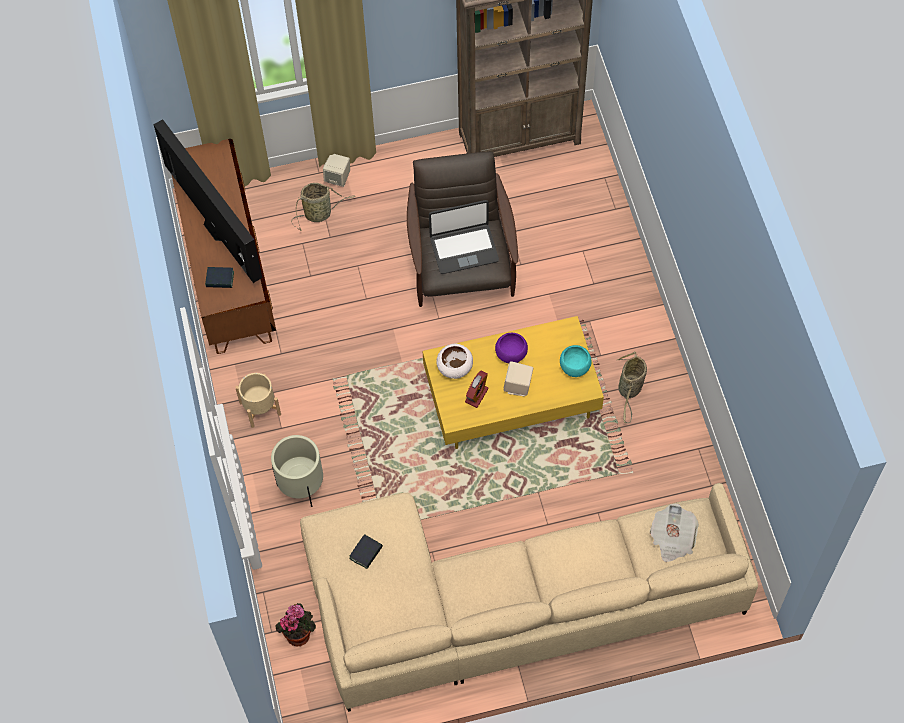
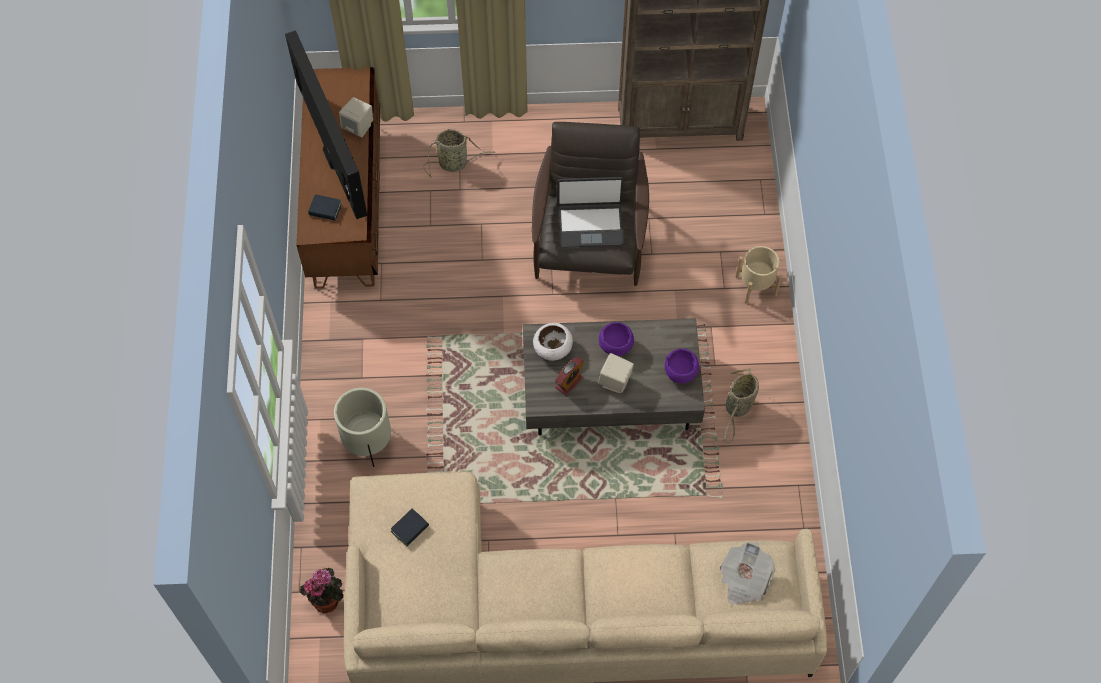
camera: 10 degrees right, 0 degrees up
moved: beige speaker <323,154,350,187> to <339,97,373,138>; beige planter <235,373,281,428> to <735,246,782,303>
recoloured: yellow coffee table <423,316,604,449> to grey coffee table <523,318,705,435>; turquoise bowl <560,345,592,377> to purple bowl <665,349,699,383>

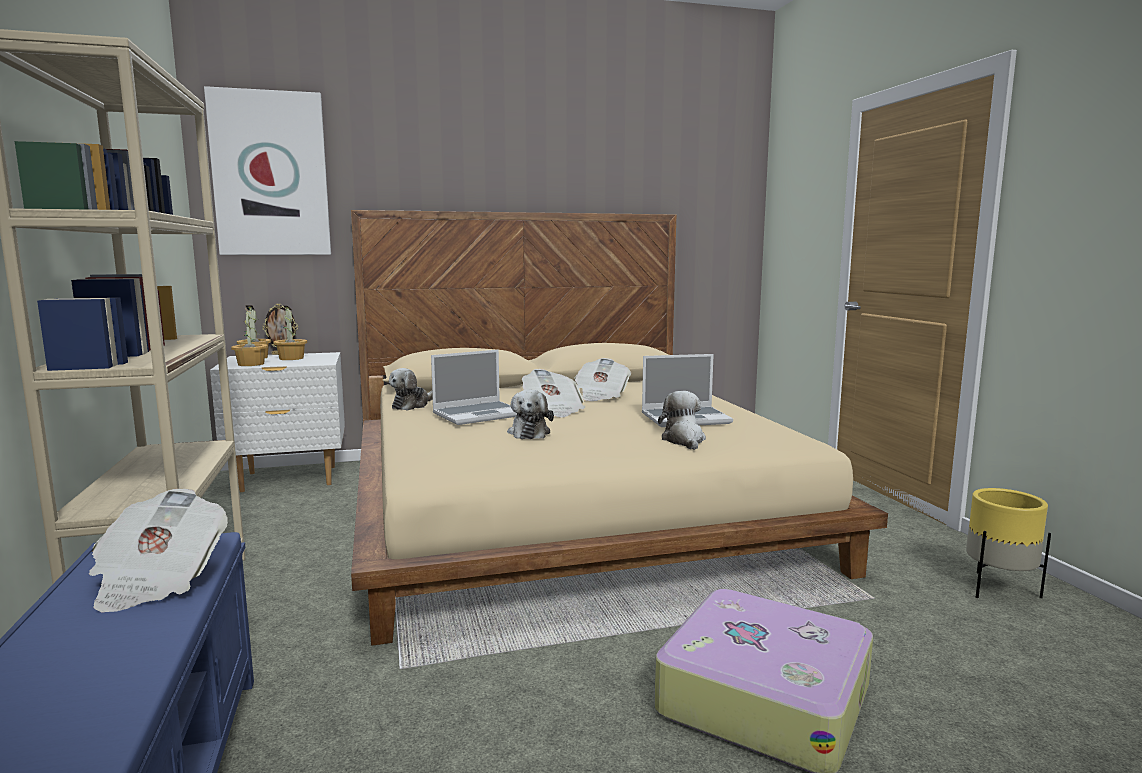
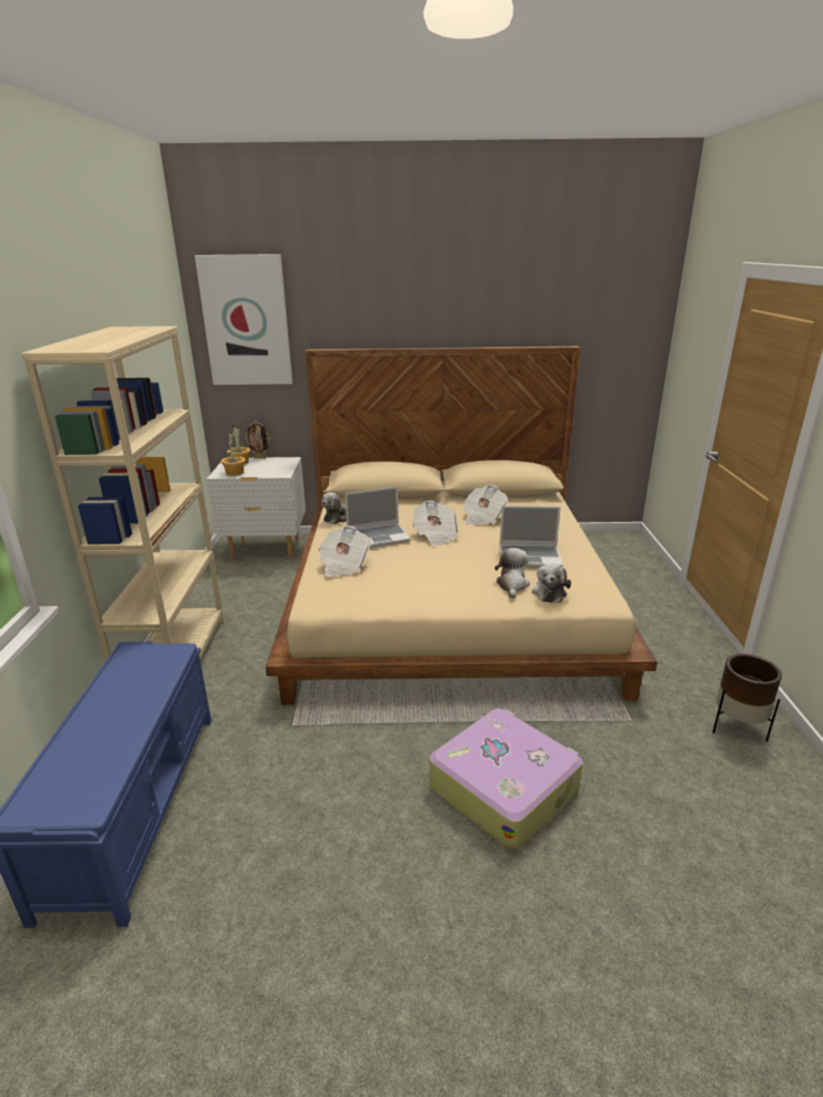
camera: 15 degrees right, 15 degrees up
removed: potted plant <273,306,307,360>
moved: newspaper <89,489,228,613> to <319,526,371,577>; plush toy <507,389,554,439> to <532,563,571,603>
recoloured: yellow planter <966,488,1051,598> to brown planter <712,654,782,742>

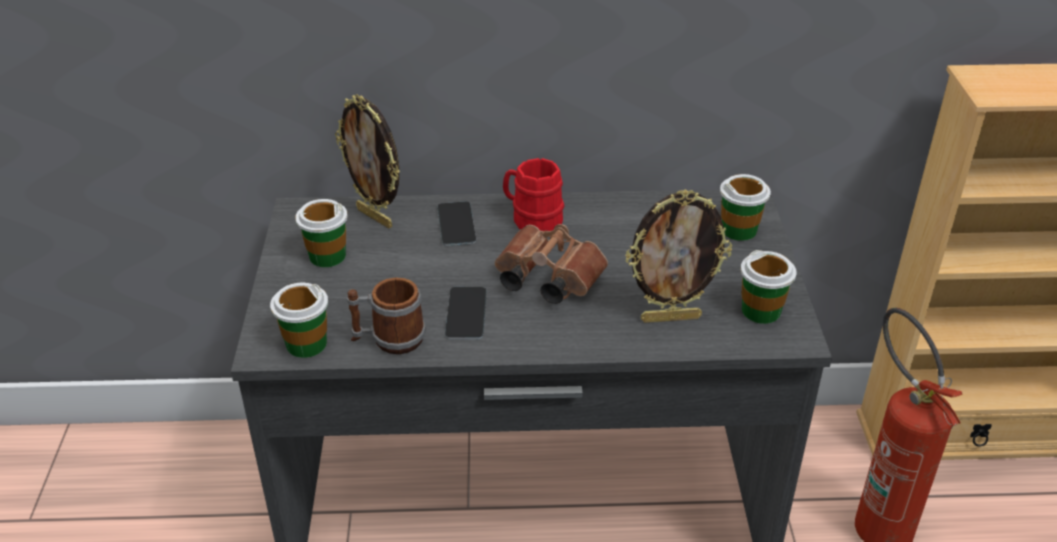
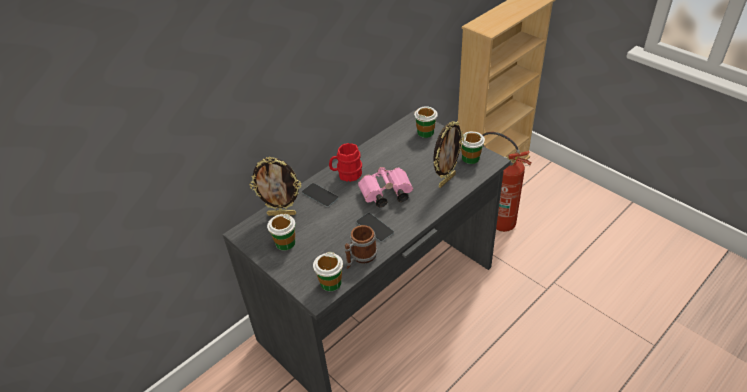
camera: 40 degrees left, 5 degrees up
recoloured: brown binoculars <495,224,608,304> to pink binoculars <358,167,413,207>

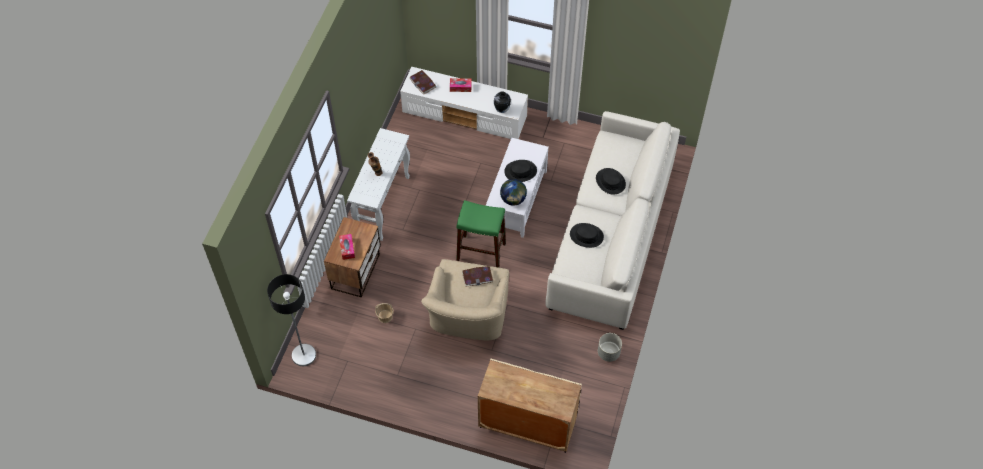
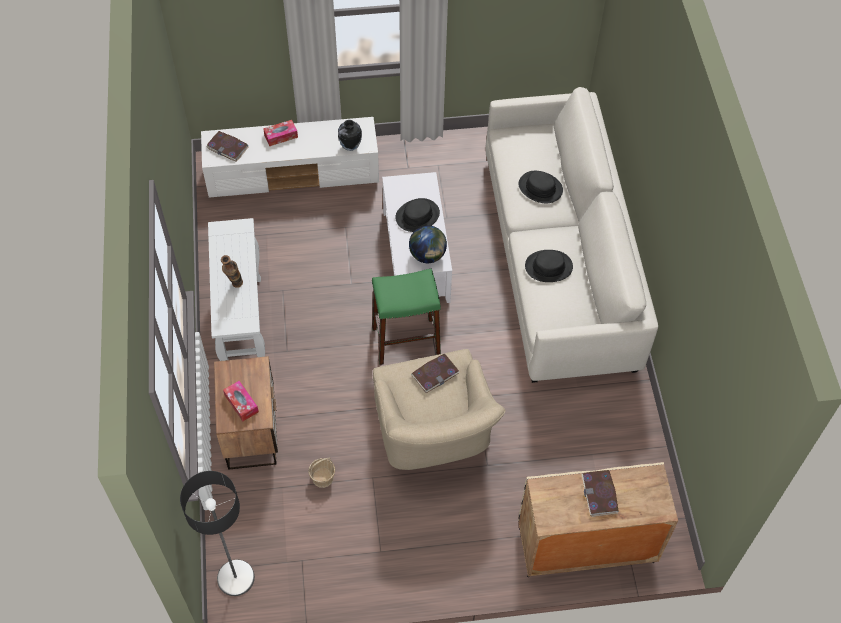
camera: 25 degrees left, 0 degrees up
removed: grey planter <598,333,622,362>
added: book <581,470,619,517>

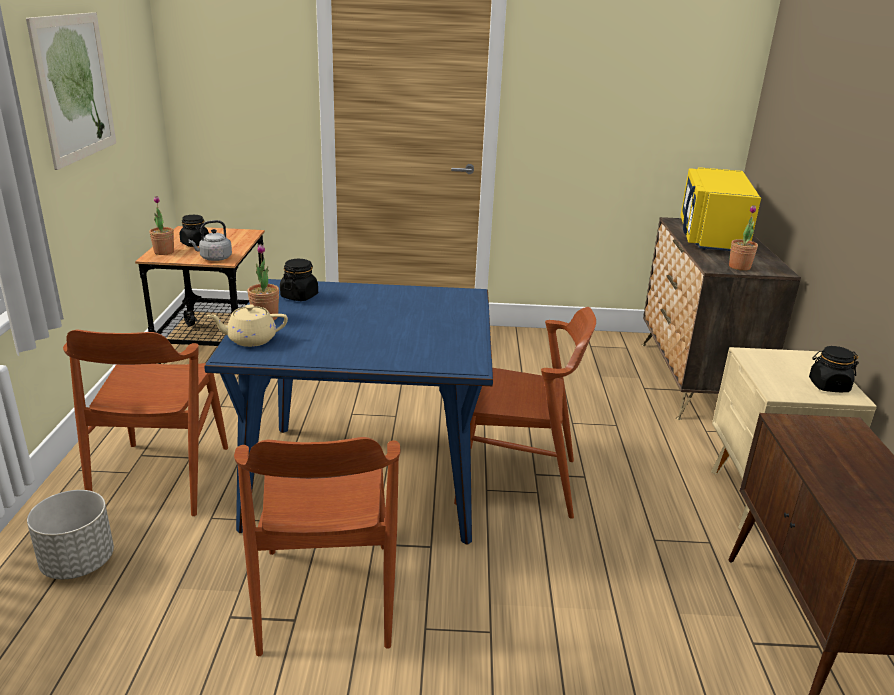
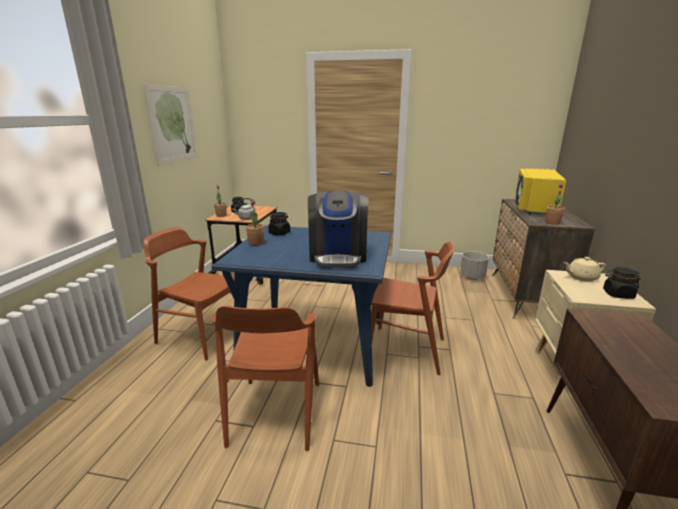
camera: 10 degrees right, 5 degrees down
added: coffee machine <308,191,369,268>
moved: grey planter <27,490,114,579> to <460,252,489,280>; beige teapot <207,304,288,347> to <563,257,606,282>
turned: brown chair <63,330,228,516> = <143,227,234,361> 105 degrees clockwise

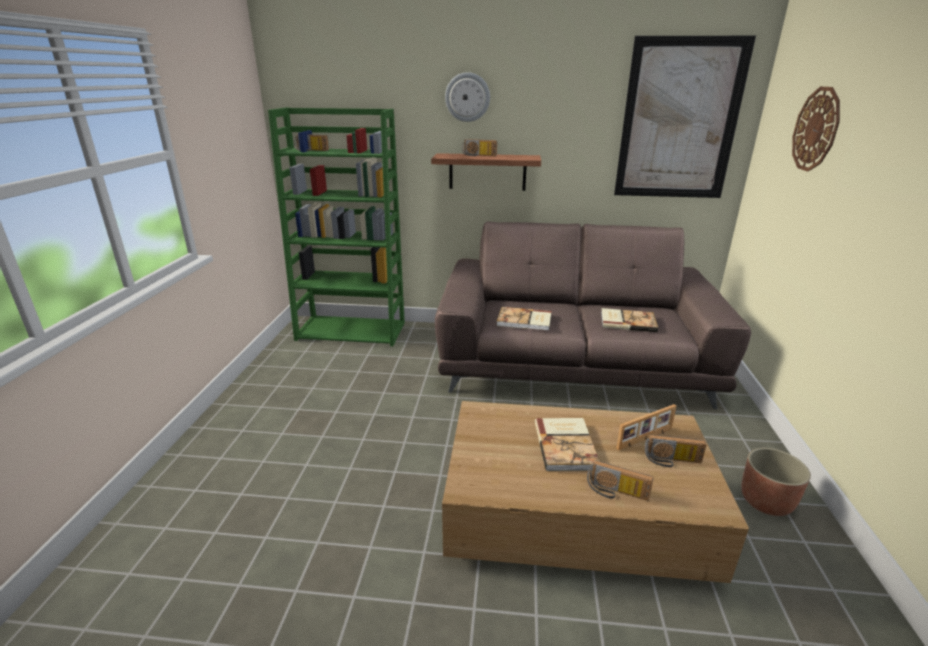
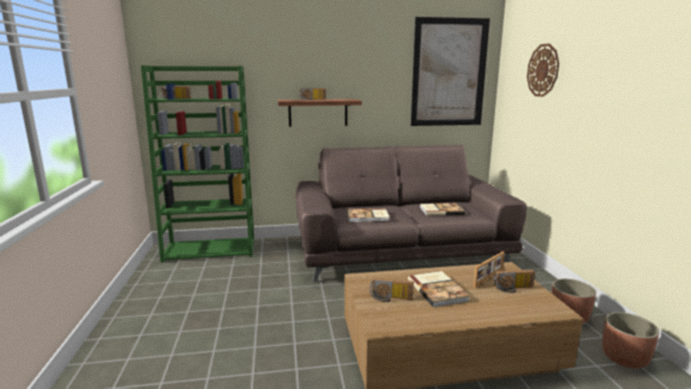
camera: 15 degrees left, 10 degrees down
removed: wall clock <445,72,490,122>
added: planter <602,312,660,369>
moved: radio <587,460,654,501> to <370,278,414,302>

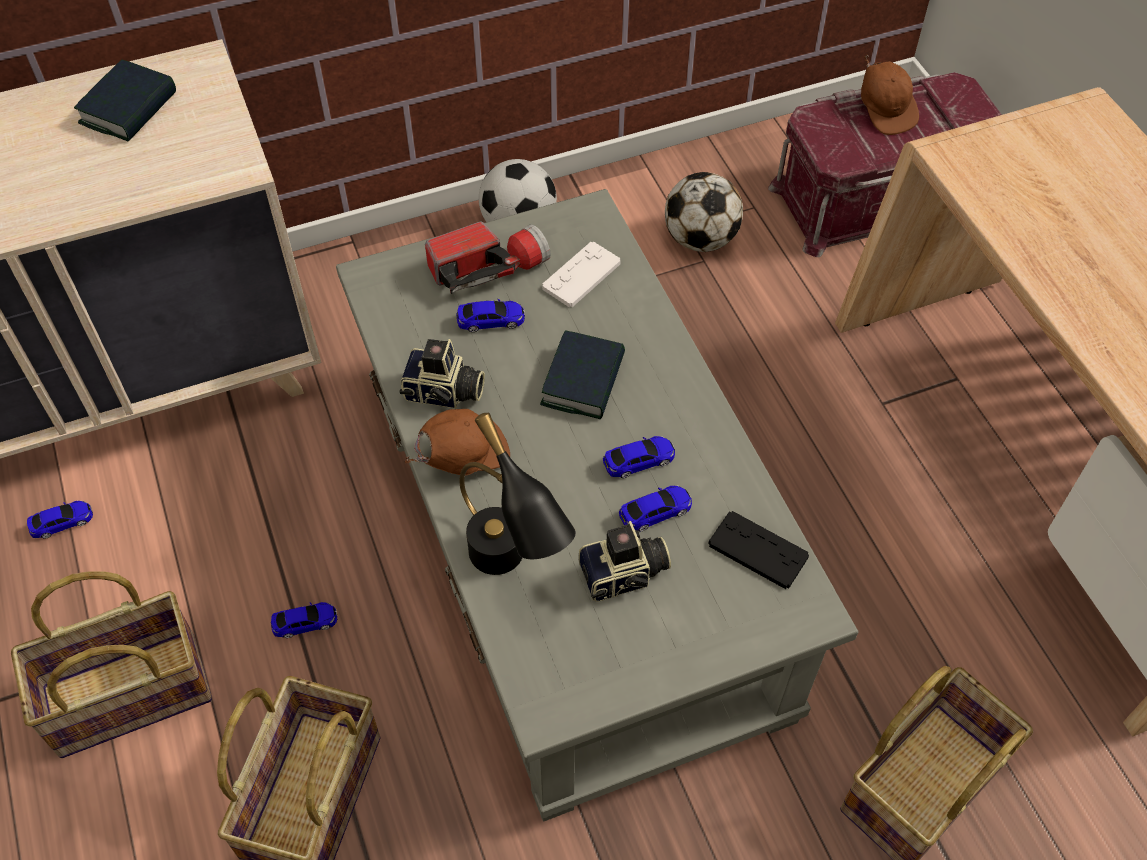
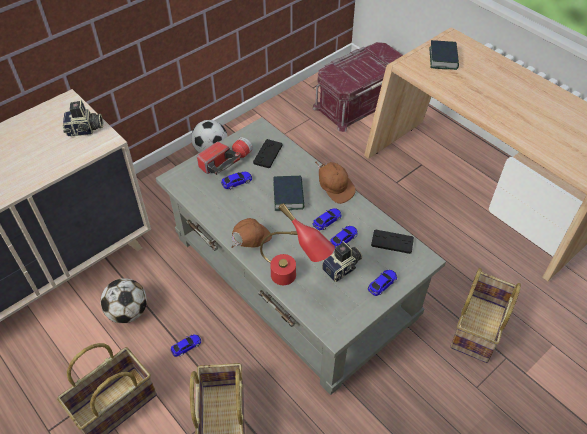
camera: 20 degrees left, 5 degrees down
moved: photo camera <399,339,485,409> to <63,100,103,137>; football <665,172,743,252> to <100,278,147,323>; brown cap <861,54,919,135> to <315,161,356,204>; toy car <27,501,93,539> to <368,270,397,296>; book <74,60,176,142> to <429,40,459,70>
recoloured: white game controller <542,241,621,308> to black game controller <253,139,282,168>; black table lamp <460,413,576,575> to red table lamp <260,203,335,285>

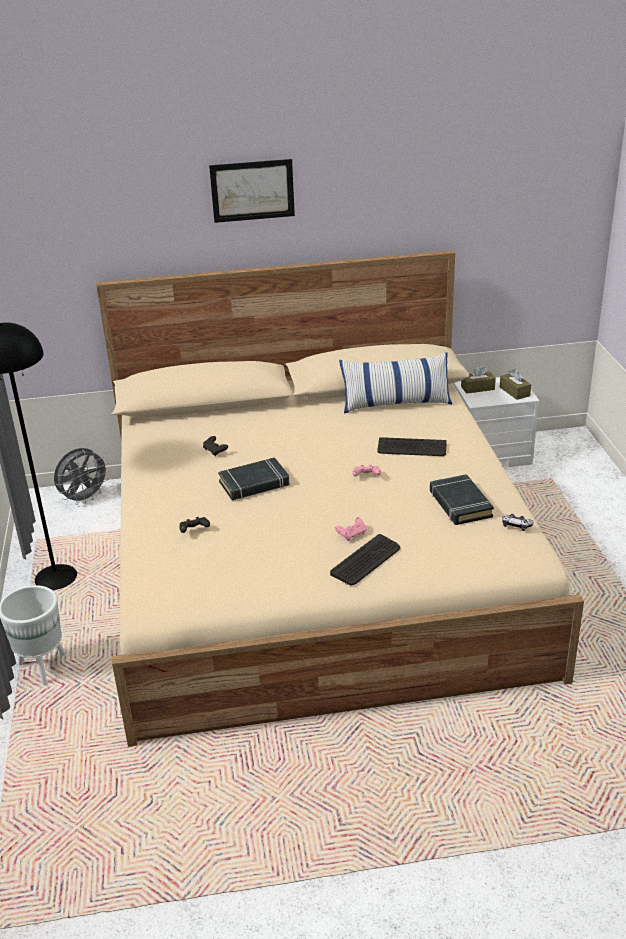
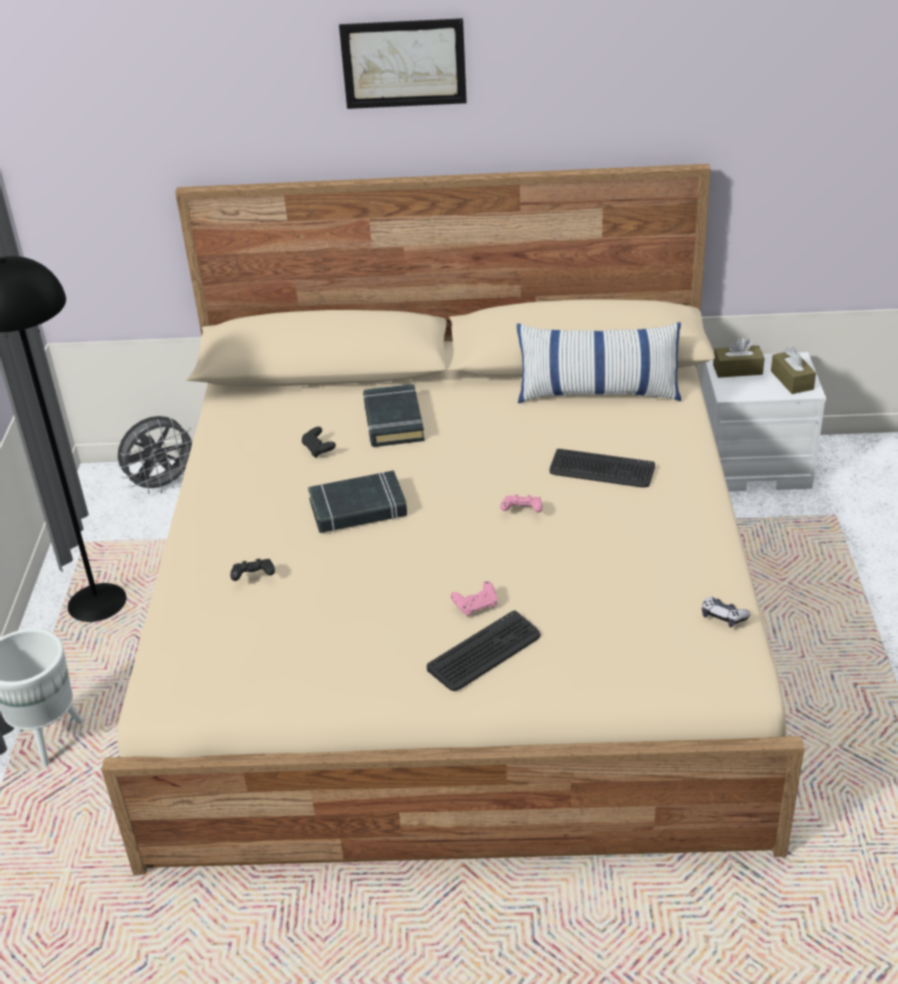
camera: 10 degrees right, 5 degrees up
moved: black book <430,474,494,525> to <363,384,425,447>

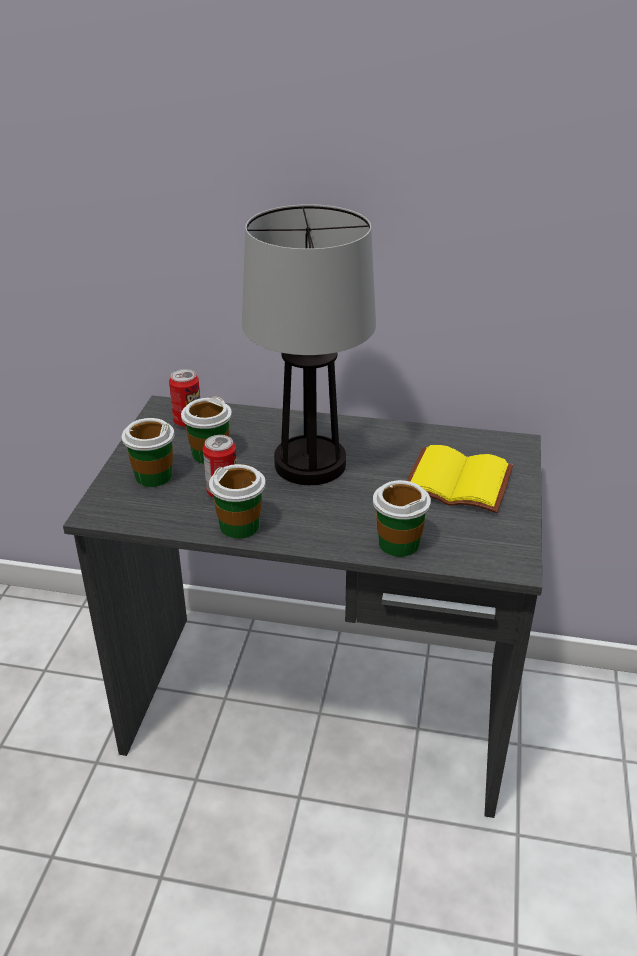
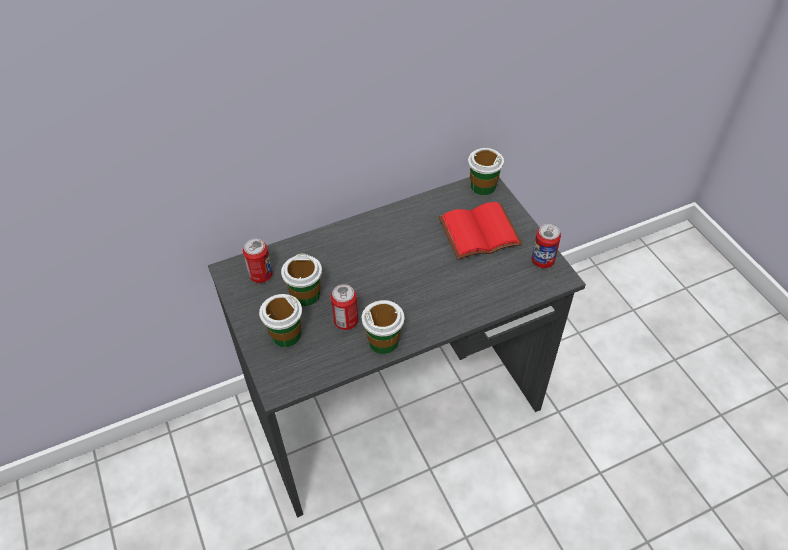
camera: 35 degrees left, 15 degrees up
removed: table lamp <242,204,376,485>
added: can <532,224,561,268>
moved: cup <373,480,431,557> to <468,148,504,195>
recoloured: yellow book <407,445,513,513> to red book <439,202,523,260>

